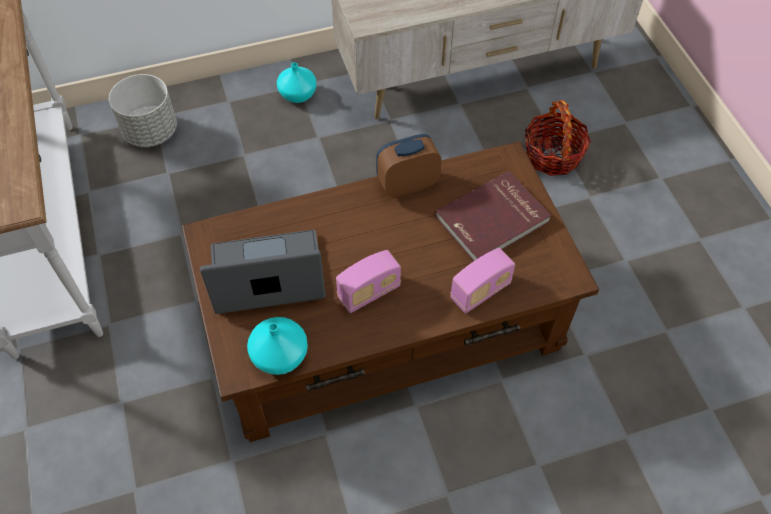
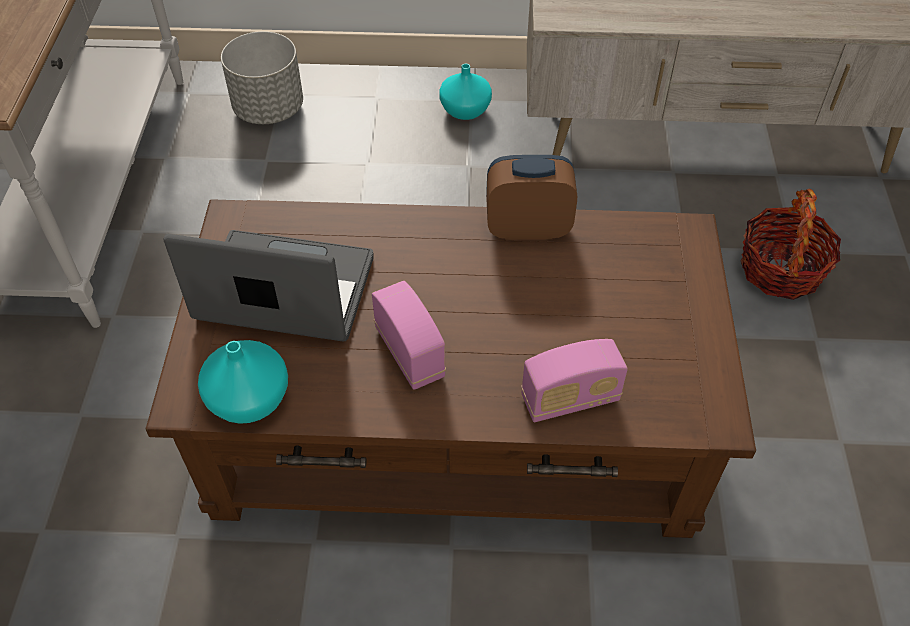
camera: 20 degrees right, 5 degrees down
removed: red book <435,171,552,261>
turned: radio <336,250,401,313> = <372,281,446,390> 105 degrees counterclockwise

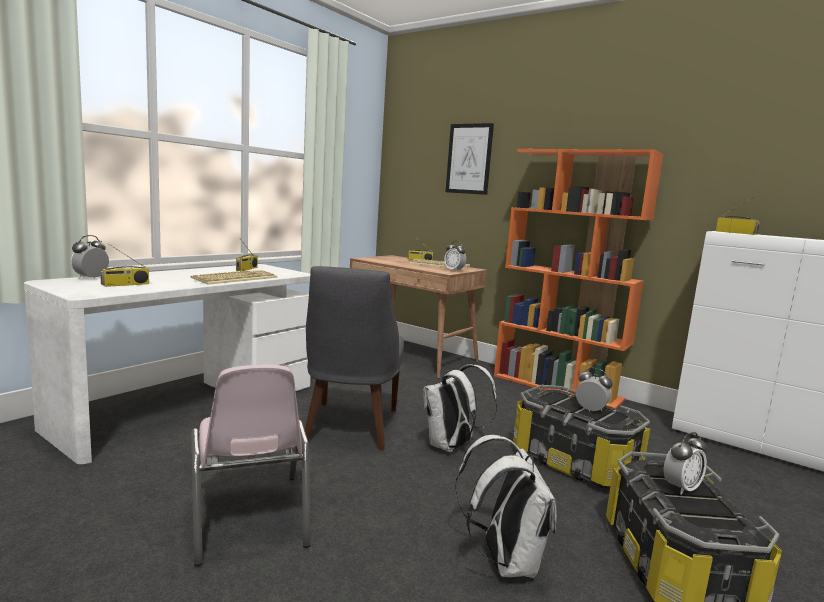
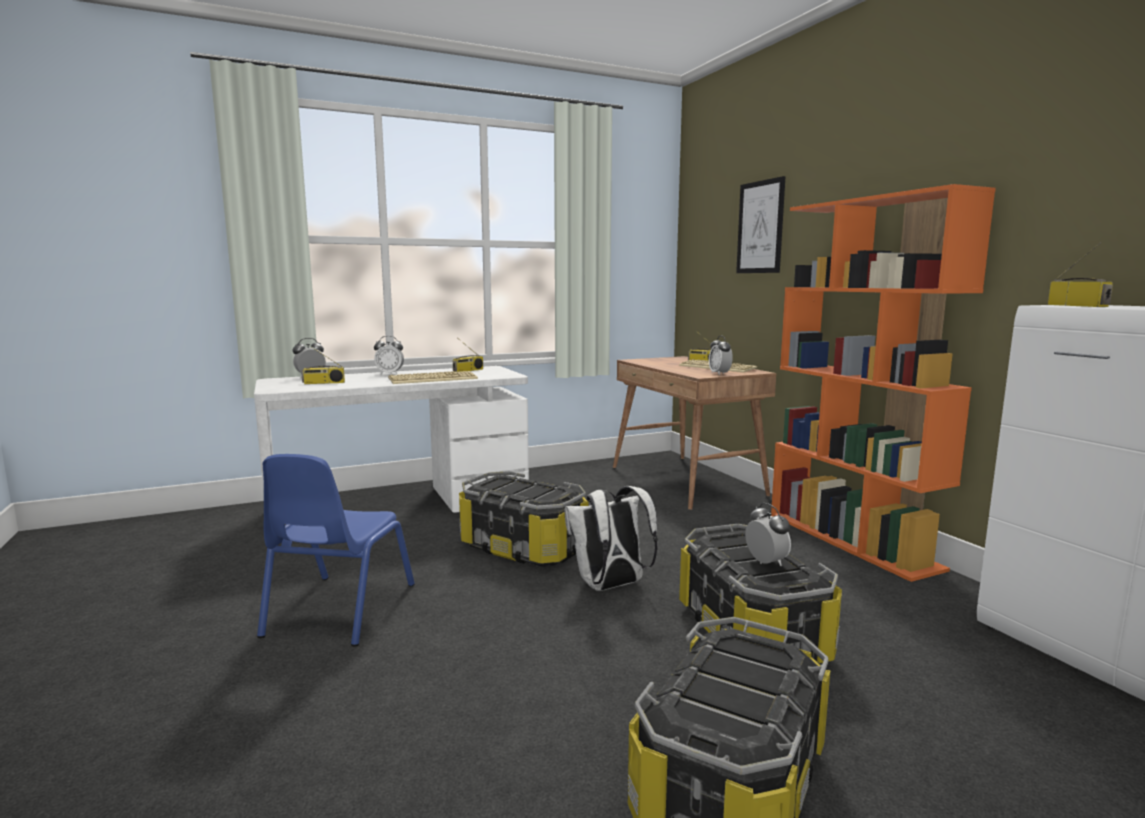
camera: 30 degrees right, 0 degrees up
removed: white backpack <455,435,557,578>
moved: alarm clock <664,432,708,495> to <374,336,404,374>
replaced: grey chair <305,266,404,450> to storage box <459,471,589,567>
recoloured: pink chair <191,365,310,566> to blue chair <257,454,415,646>

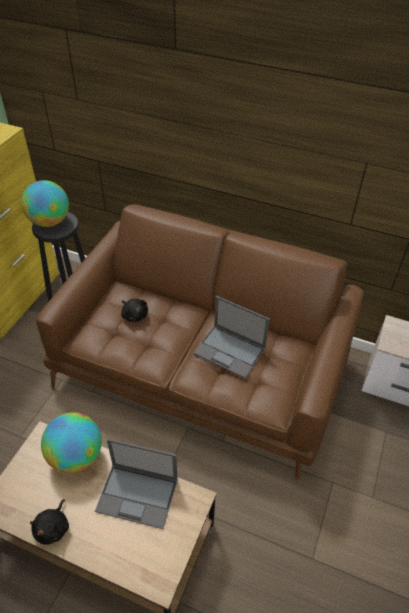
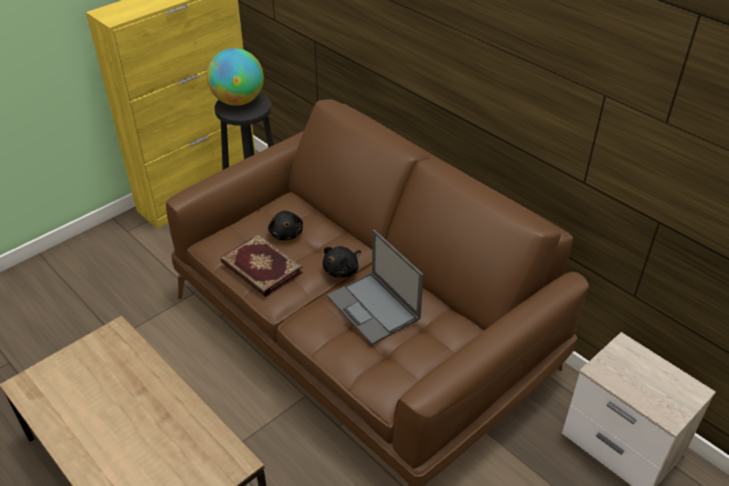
camera: 25 degrees right, 5 degrees down
removed: globe <41,412,102,473>; laptop <95,439,178,529>
added: book <220,234,303,297>
moved: black plush toy <30,499,69,545> to <322,246,361,277>

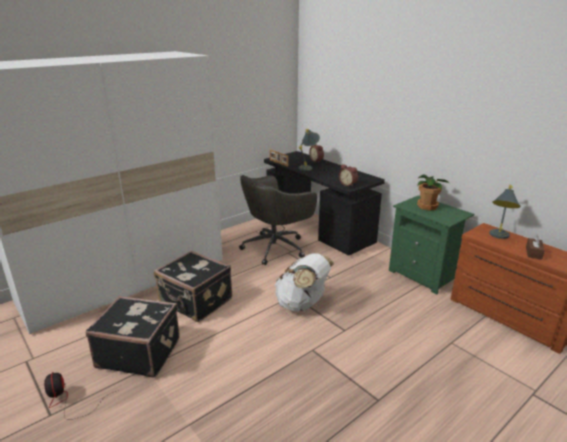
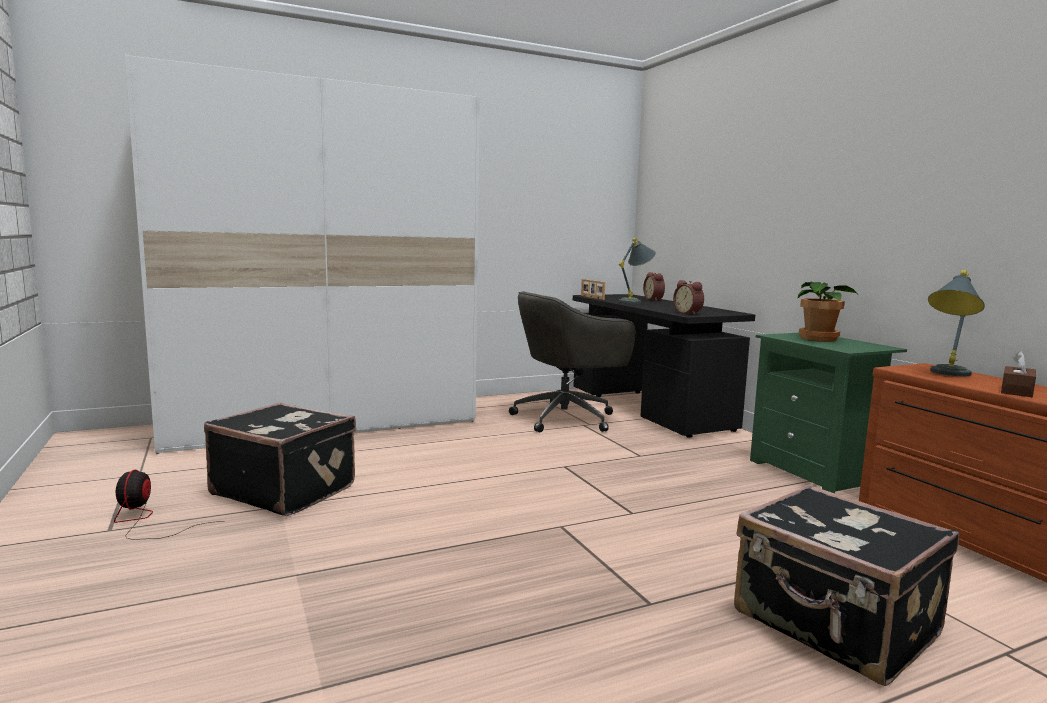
camera: 15 degrees right, 15 degrees down
removed: white backpack <275,253,334,312>
moved: black suitcase <154,251,232,322> to <734,484,959,686>

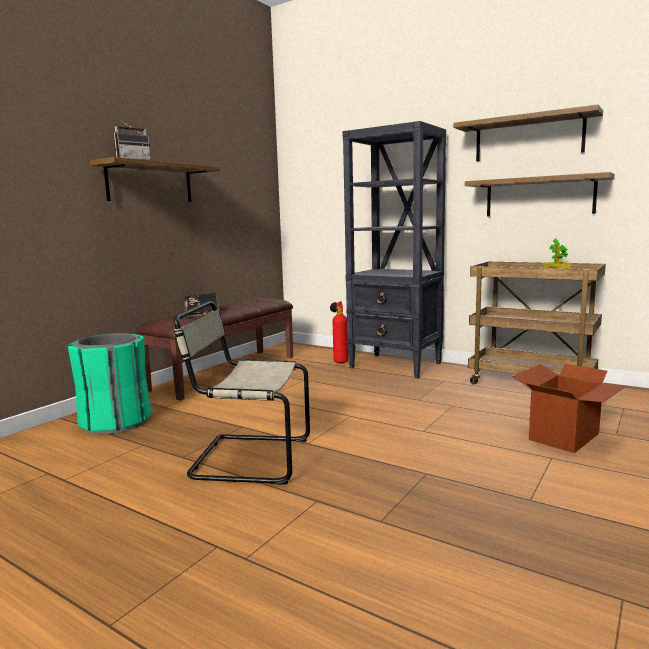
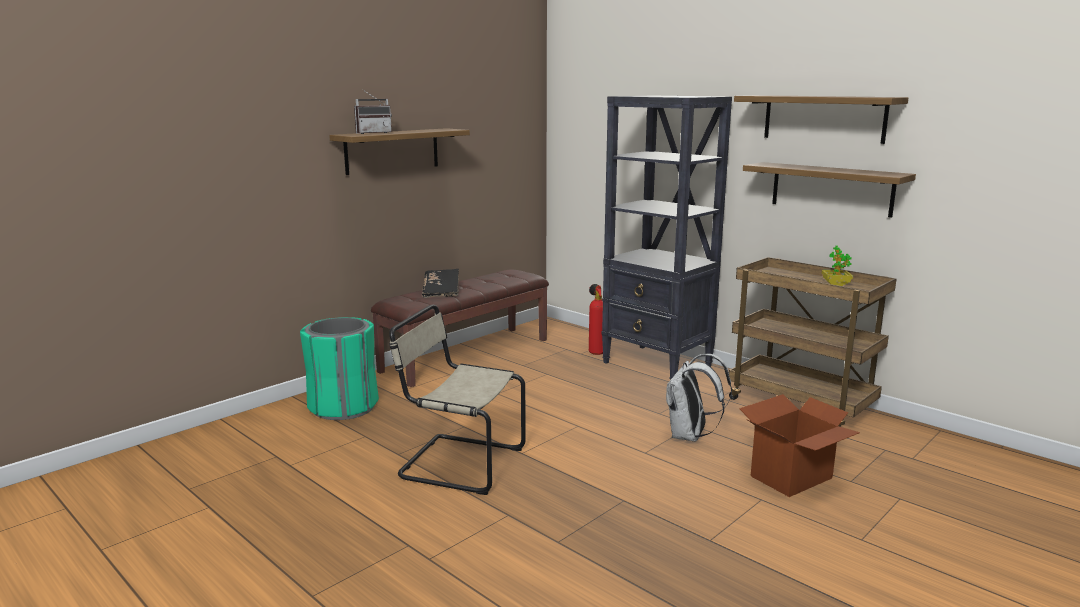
camera: 10 degrees right, 5 degrees up
added: white backpack <666,354,732,442>

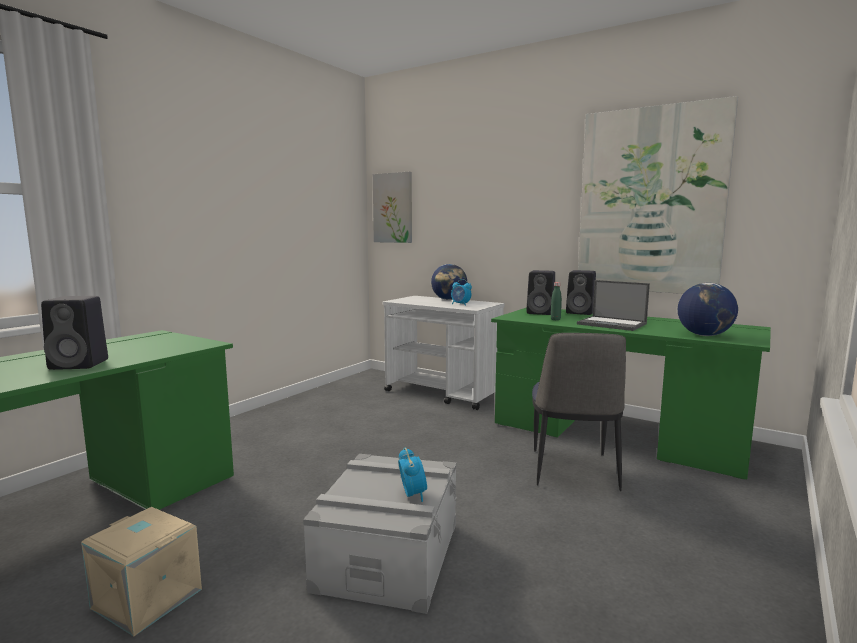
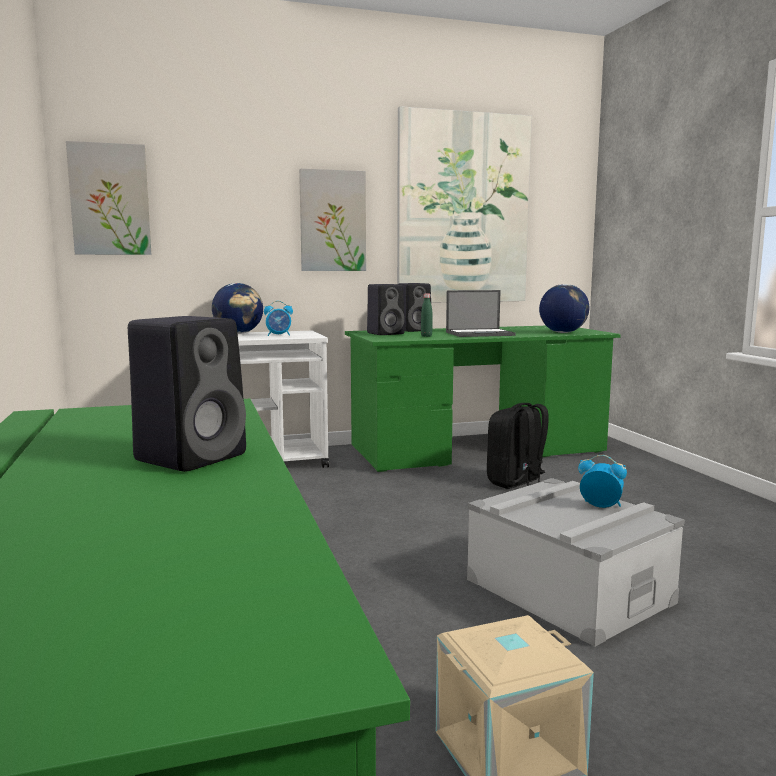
camera: 50 degrees left, 0 degrees up
added: picture <299,168,366,271>
replaced: chair <532,333,626,491> to black backpack <487,403,549,489>

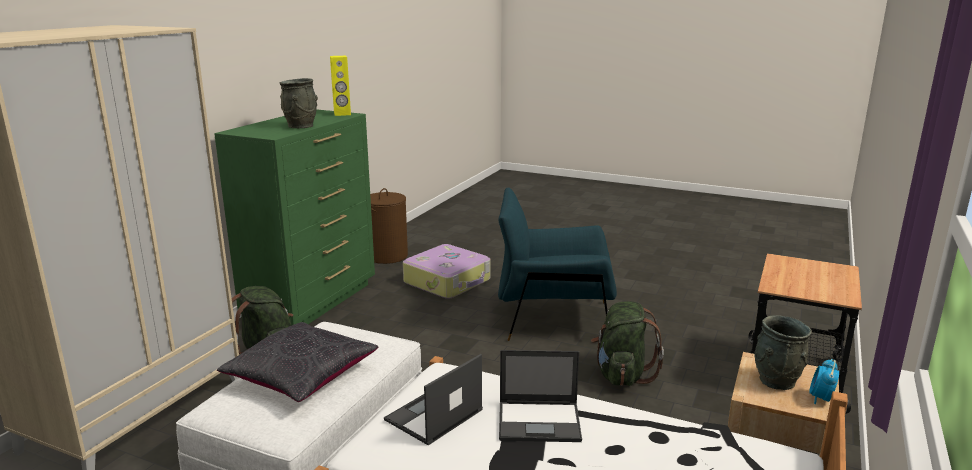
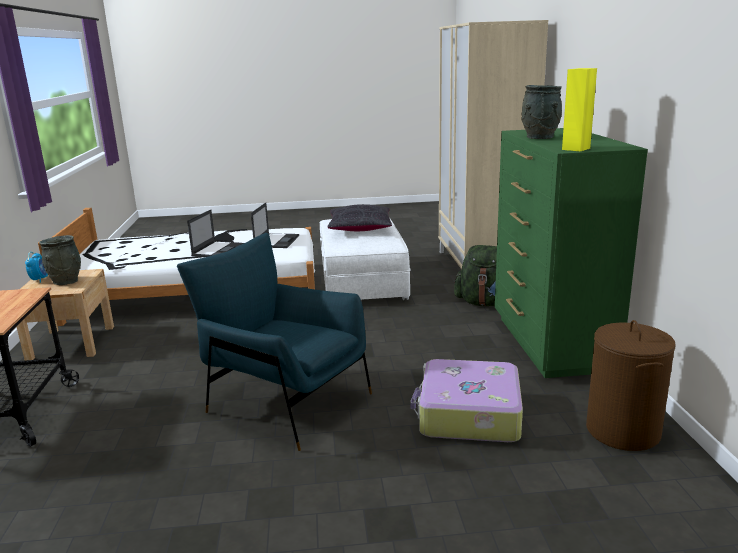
camera: 150 degrees right, 0 degrees up
removed: green backpack <591,301,664,386>
turned: blue armchair <498,188,617,341> = <177,233,372,451> 120 degrees counterclockwise; laptop <499,350,582,442> = <187,210,244,257> 135 degrees clockwise

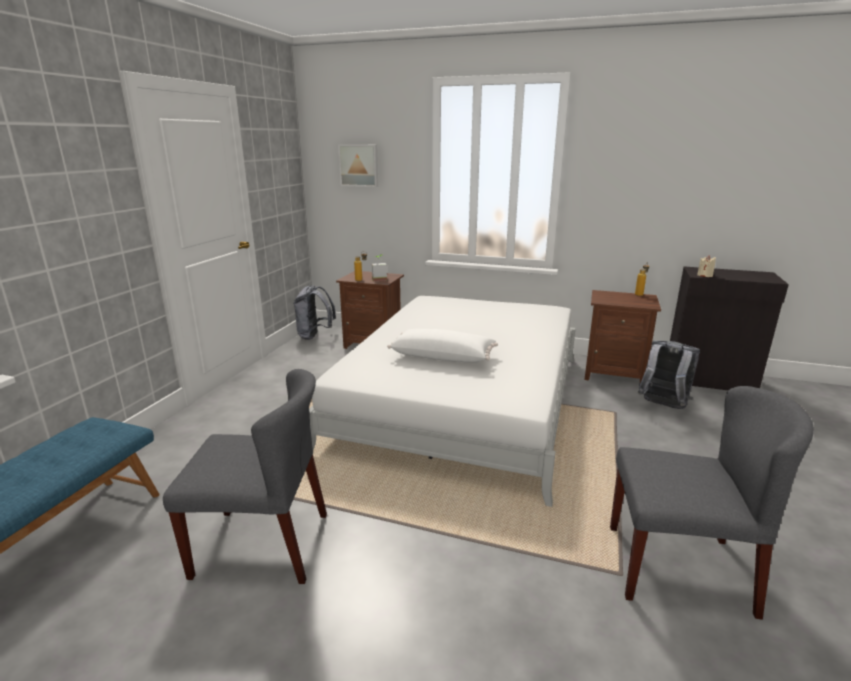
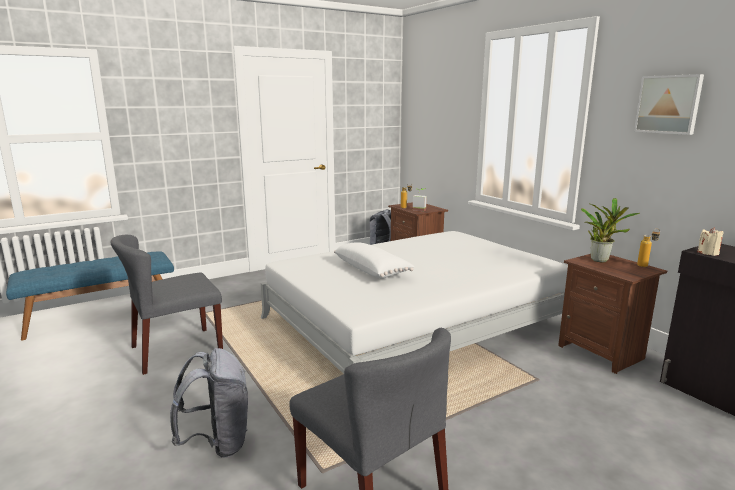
camera: 40 degrees right, 5 degrees down
added: potted plant <581,198,640,263>
moved: grey backpack <638,341,700,409> to <170,348,248,458>; picture <338,144,378,187> to <634,74,704,135>
turned: grey chair <163,369,327,584> = <110,234,223,375> 105 degrees clockwise

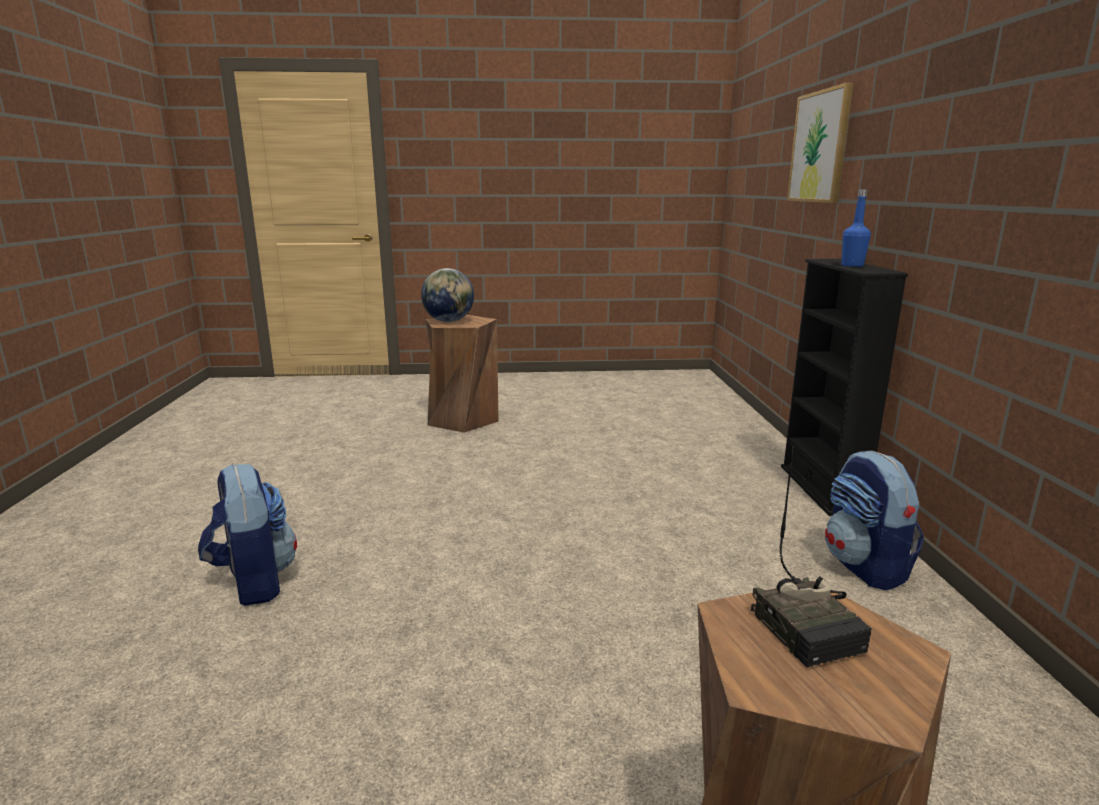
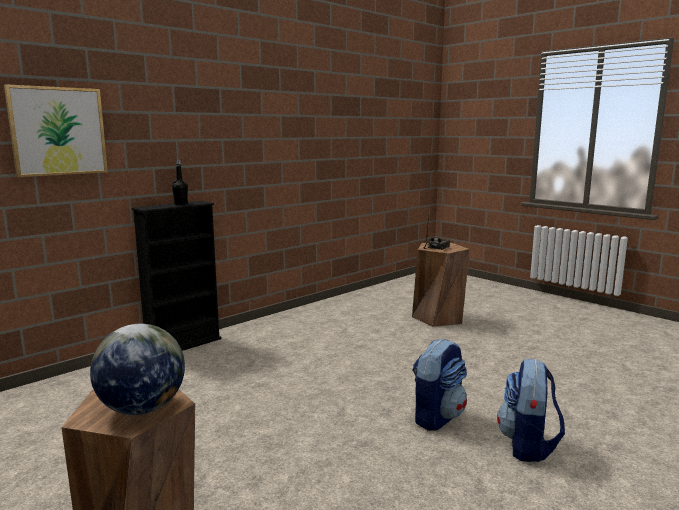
camera: 130 degrees left, 5 degrees down
moved: backpack <825,451,924,590> to <412,338,467,431>
recoloured: blue bottle <841,189,871,267> to black bottle <172,160,188,205>

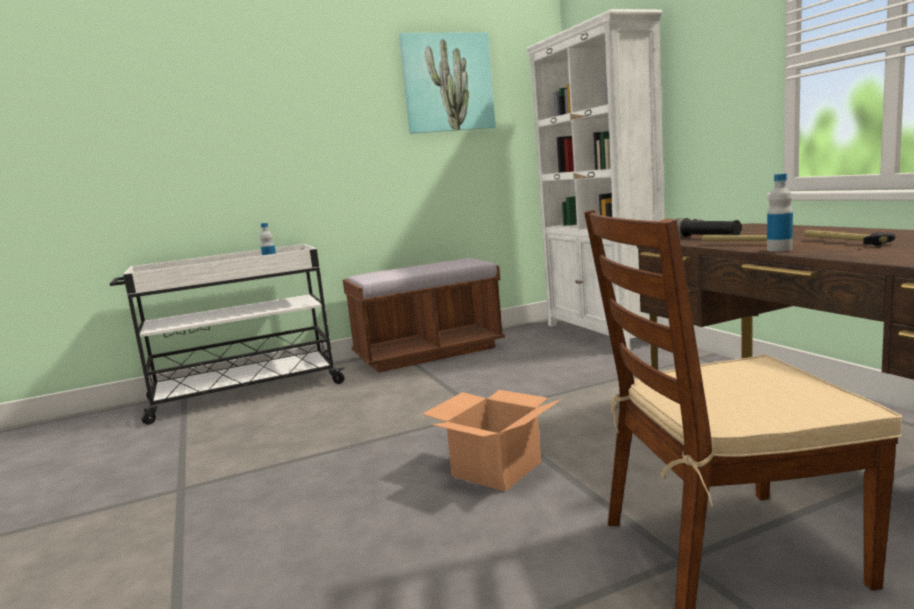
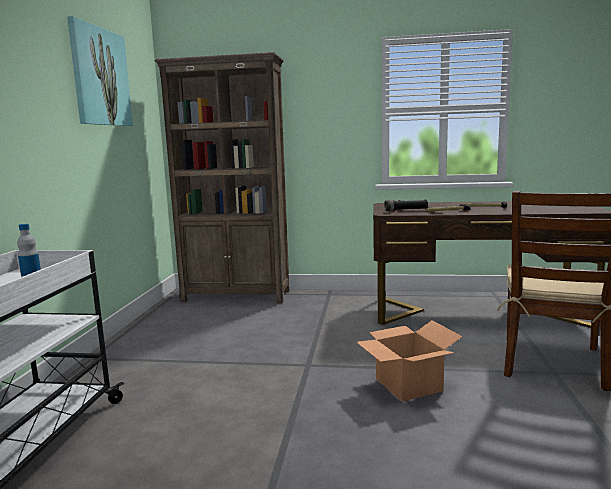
camera: 60 degrees left, 0 degrees up
removed: brown bench <343,258,505,373>; bottle <767,173,793,252>
recoloured: white bookcase <525,9,667,351> to brown bookcase <155,52,290,303>

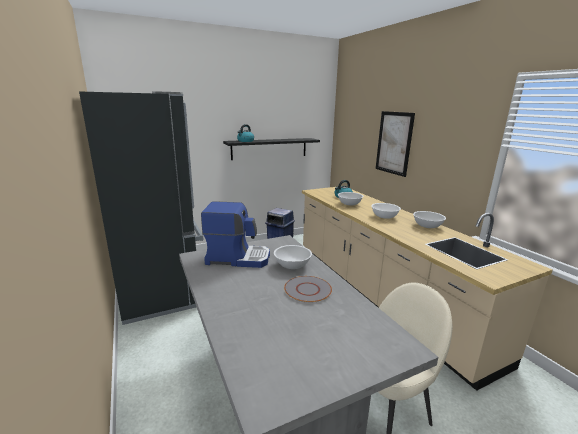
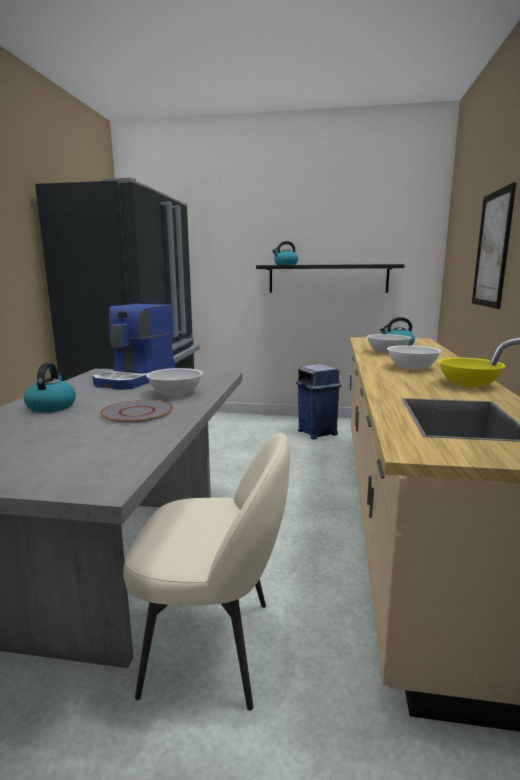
camera: 35 degrees right, 5 degrees down
added: kettle <24,363,76,413>
recoloured: white bowl <413,211,446,228> to yellow bowl <439,358,506,387>
turned: coffee machine <201,201,270,268> = <93,304,176,390> 75 degrees clockwise

